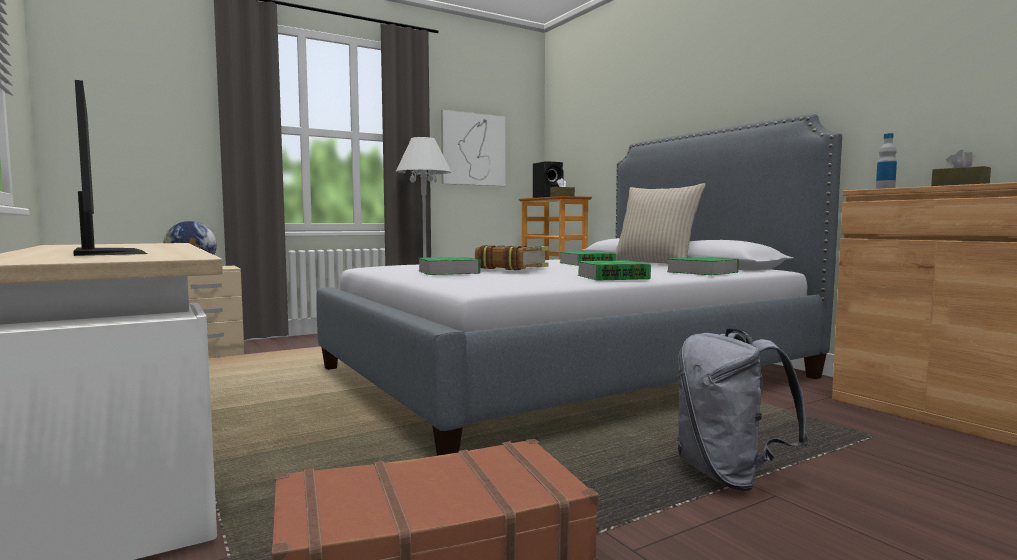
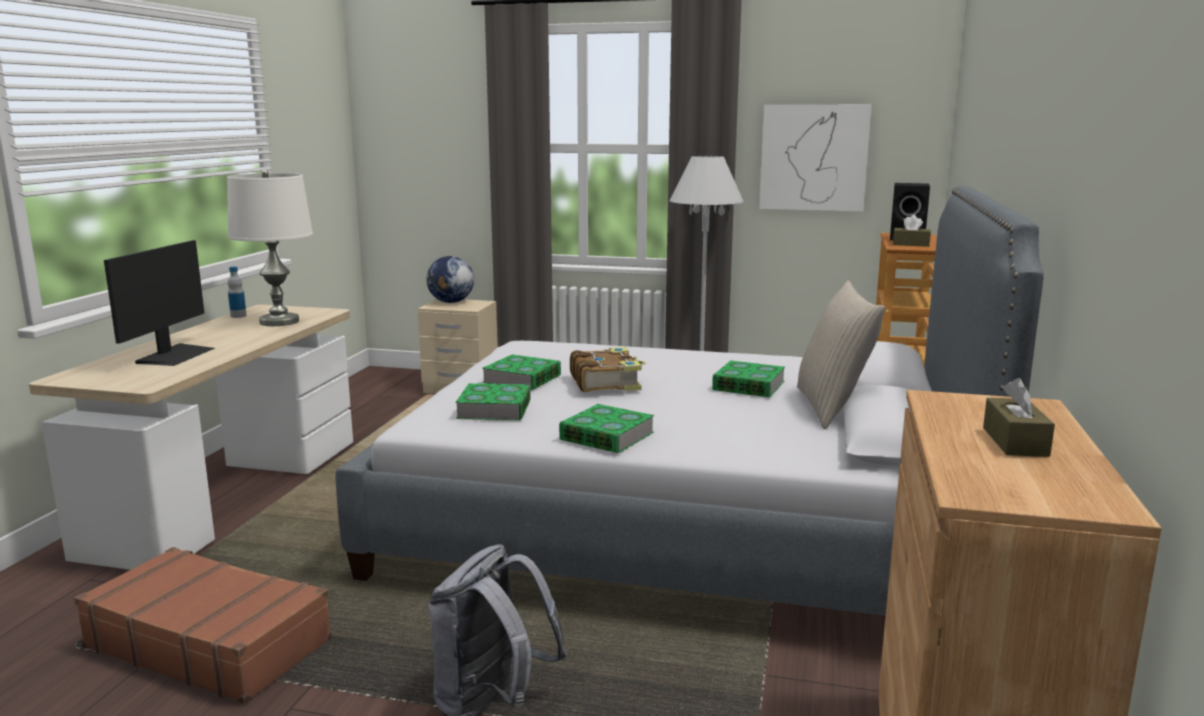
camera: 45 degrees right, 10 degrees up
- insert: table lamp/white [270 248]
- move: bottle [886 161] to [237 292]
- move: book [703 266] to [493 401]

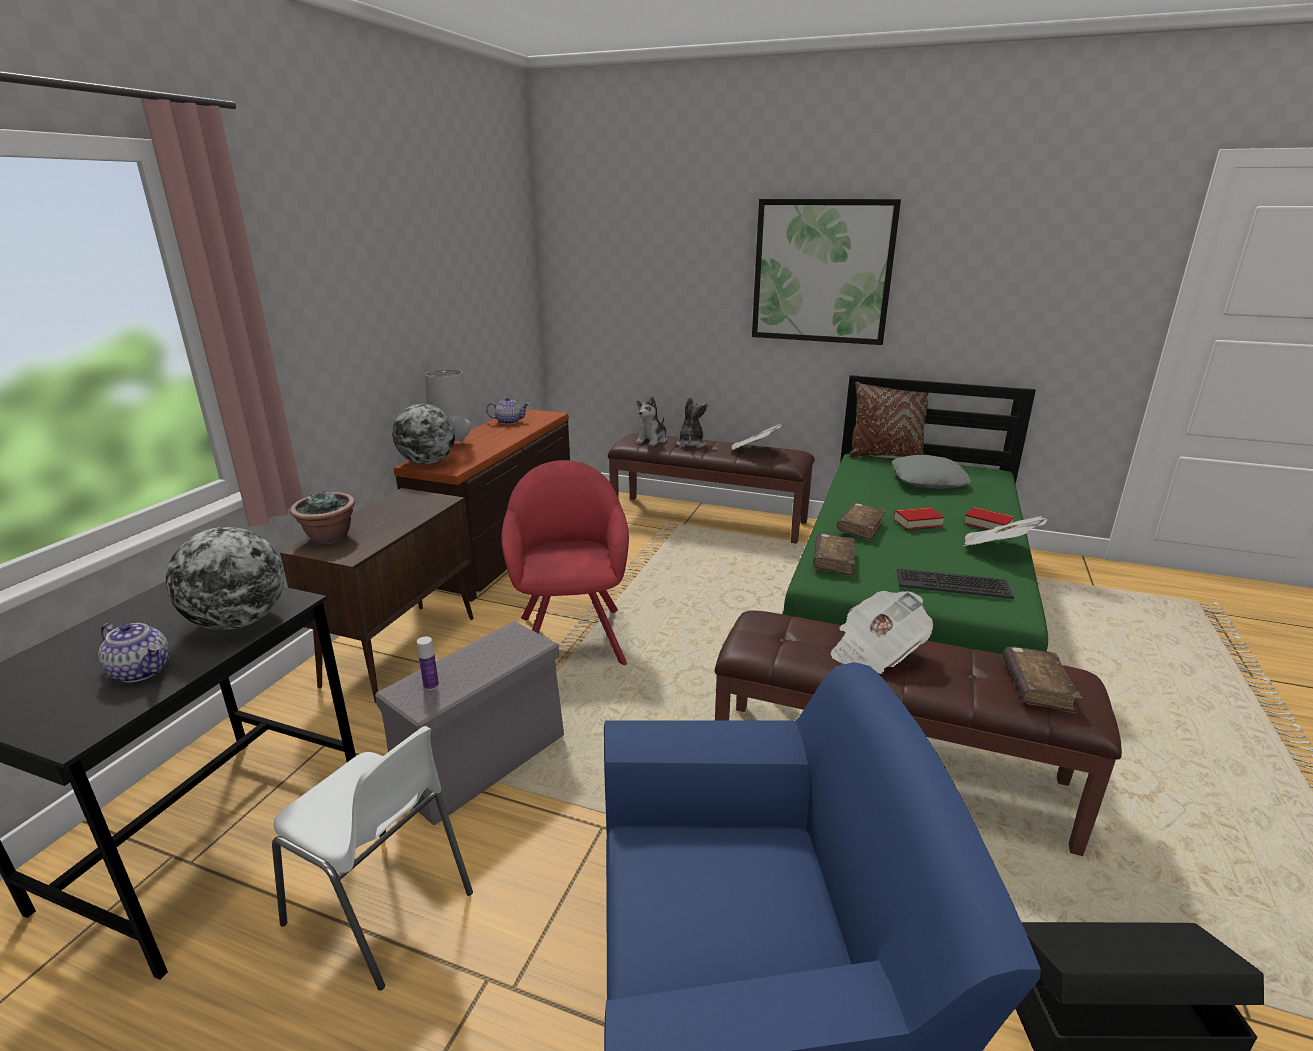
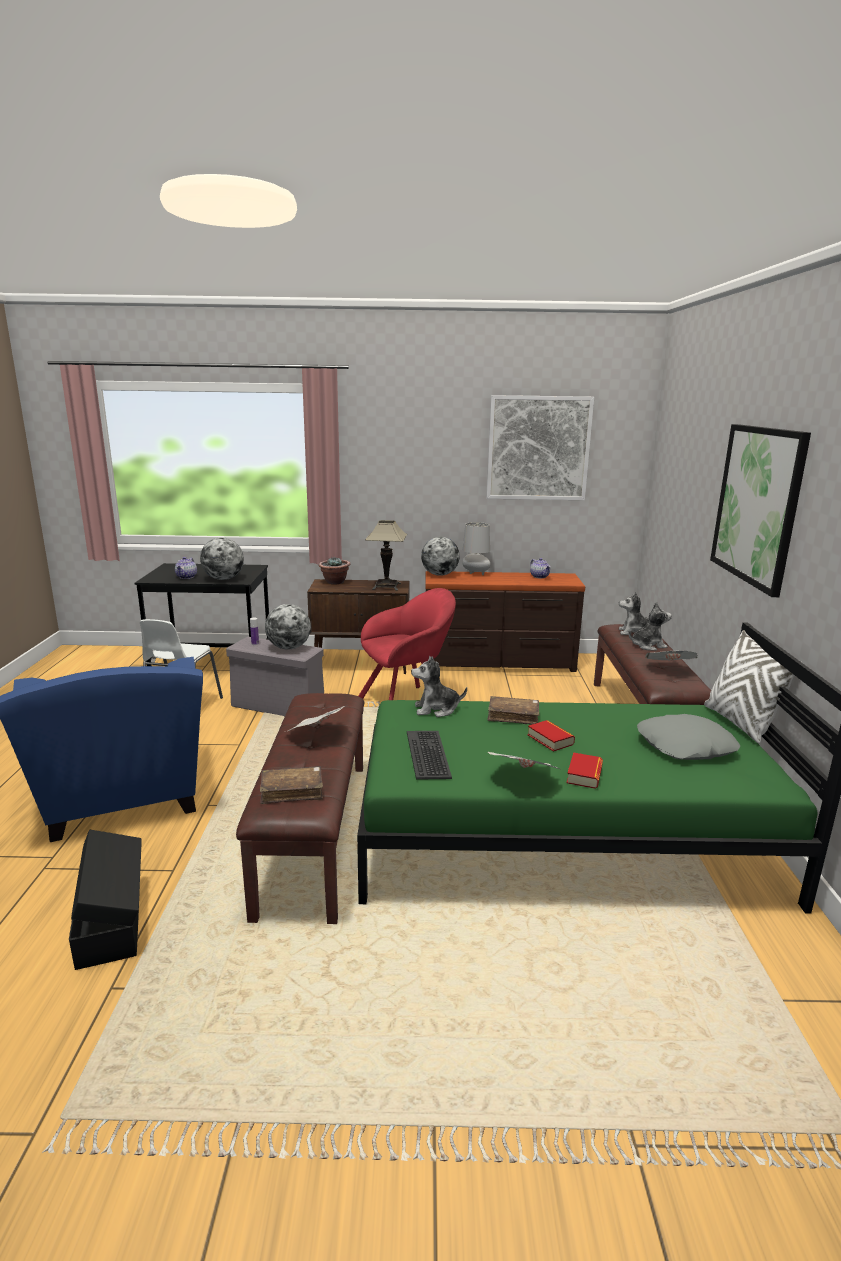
camera: 70 degrees right, 5 degrees down
- insert: globe [288 626]
- insert: table lamp [386 555]
- replace: book/brown [834 555] to plush toy [439 686]
- insert: picture [540 447]
- recolor: pillow/brown [888 419] to pillow/white [752 686]

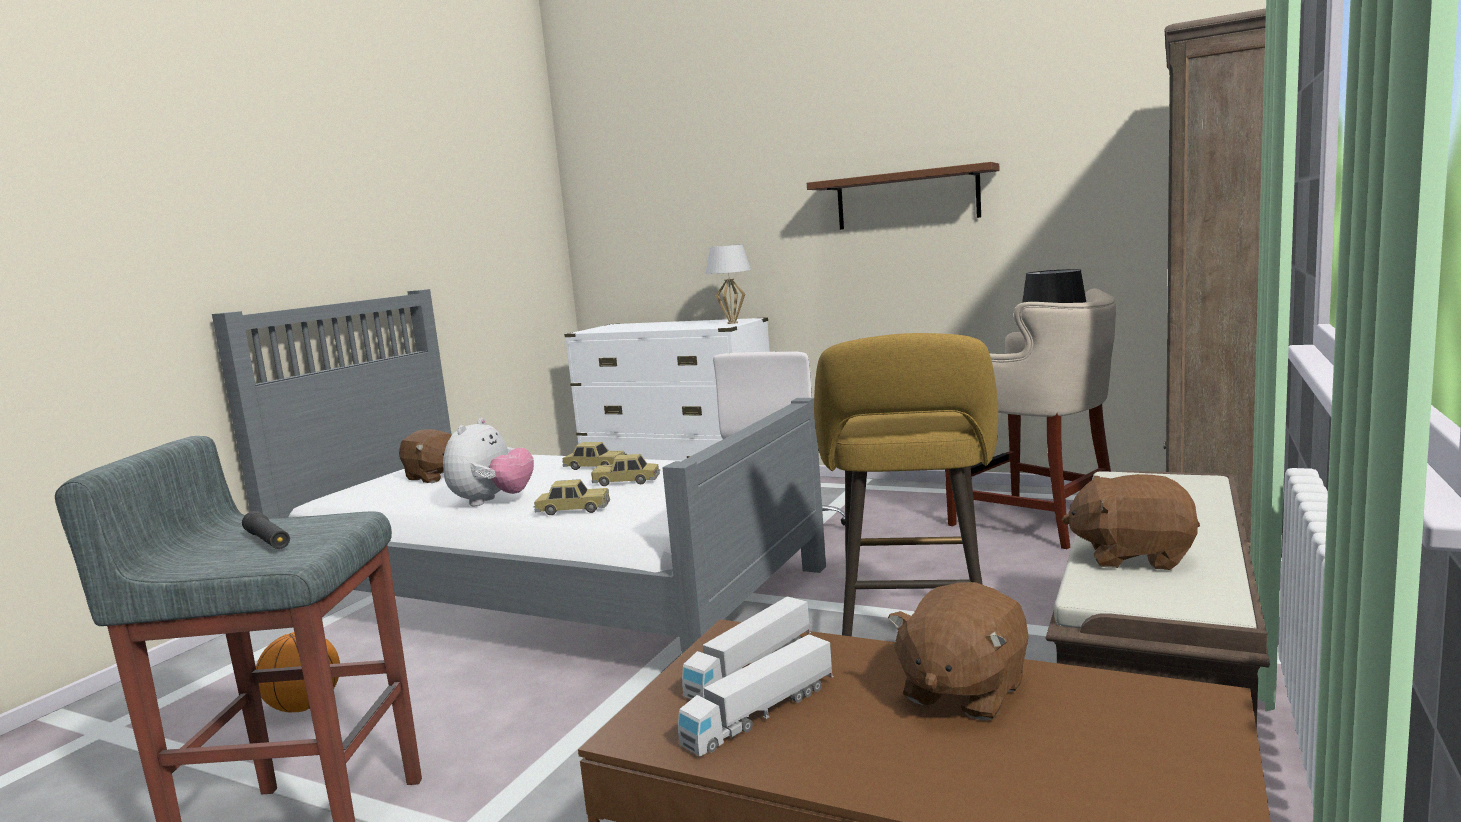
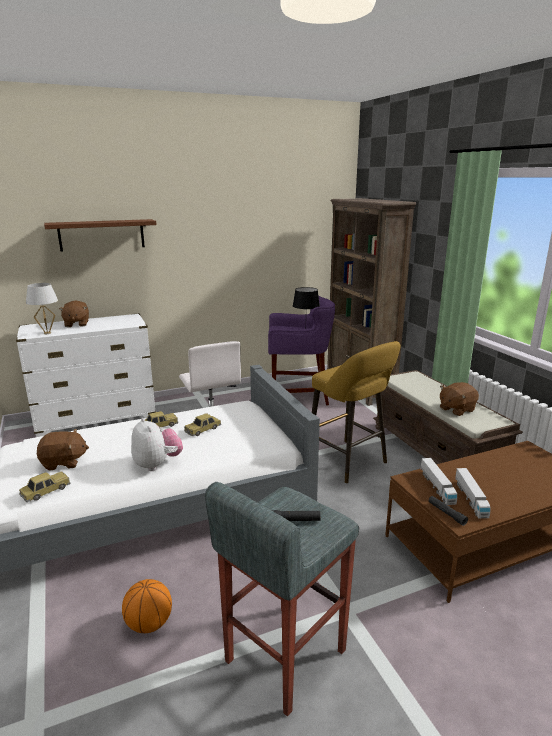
camera: 50 degrees left, 10 degrees up
- move: toy car [571 497] to [45 486]
- move: table lamp/white [728 284] to [42 308]
- move: shelf/brown [903 196] to [100 235]
- move: plush toy/brown [958 651] to [74 314]
- recolor: stool/beige [1030 418] to stool/purple [301 350]
- insert: flashlight/black [448 511]

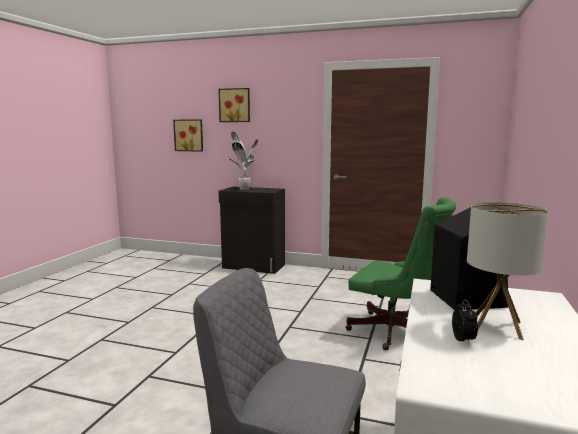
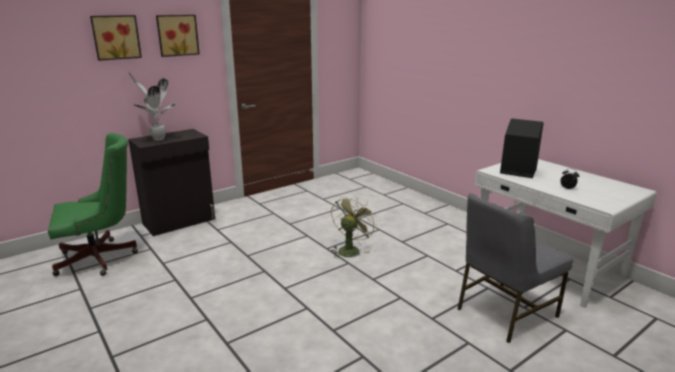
camera: 55 degrees left, 10 degrees up
- move: office chair/green [400 273] to [93 204]
- move: picture [188 136] to [178 36]
- insert: fan/green [354 226]
- delete: table lamp [508 271]

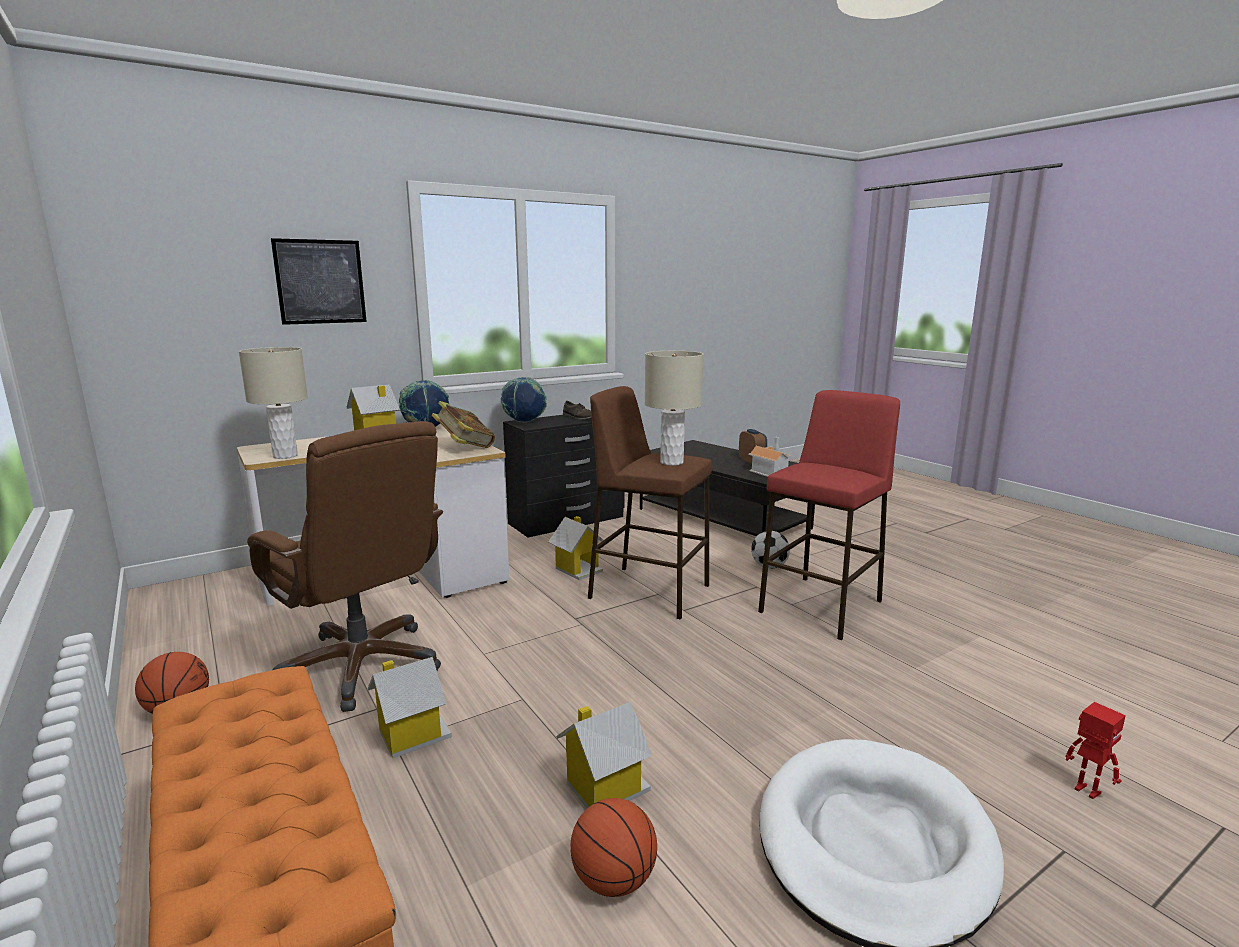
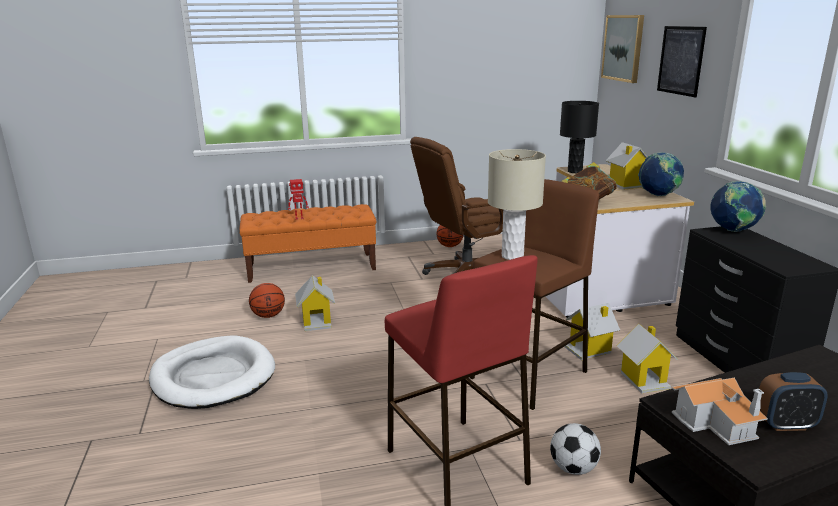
camera: 110 degrees right, 5 degrees up
- move: toy robot [1096 750] to [298 199]
- recolor: table lamp/beige [273 403] to table lamp/black [579 137]
- insert: picture [622 49]
- move: toy house [410 707] to [647 358]
- delete: shoe/brown [577 410]

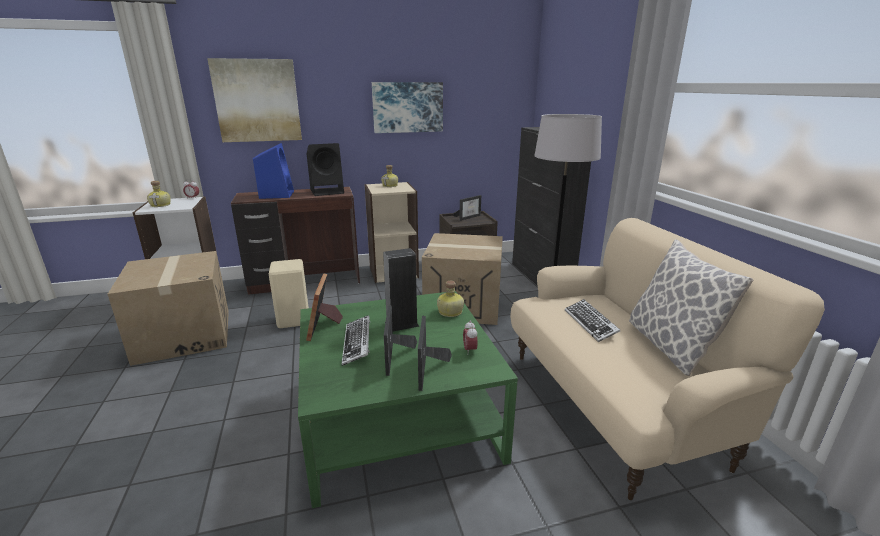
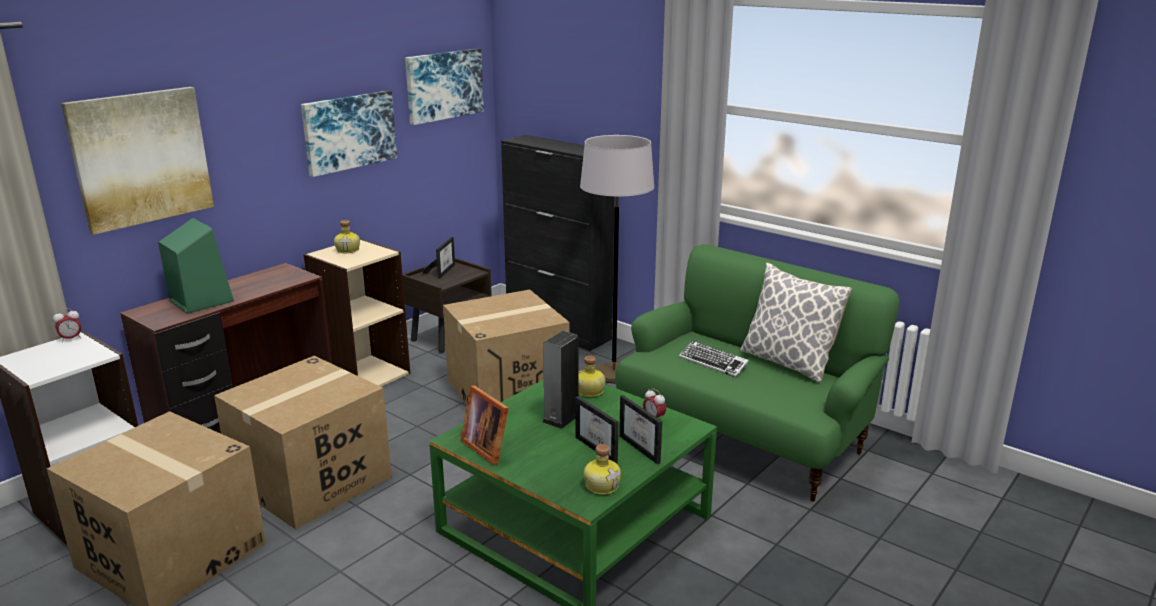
camera: 35 degrees left, 0 degrees up
- recolor: speaker/blue [273 171] to speaker/green [196 266]
- replace: stool/beige [289 293] to cardboard box [303 442]
- insert: picture [444 87]
- move: bottle [159 194] to [602 469]
- recolor: sofa/beige [667 359] to sofa/green [757 373]
- delete: speaker/black [325 169]
- delete: keyboard [356 340]

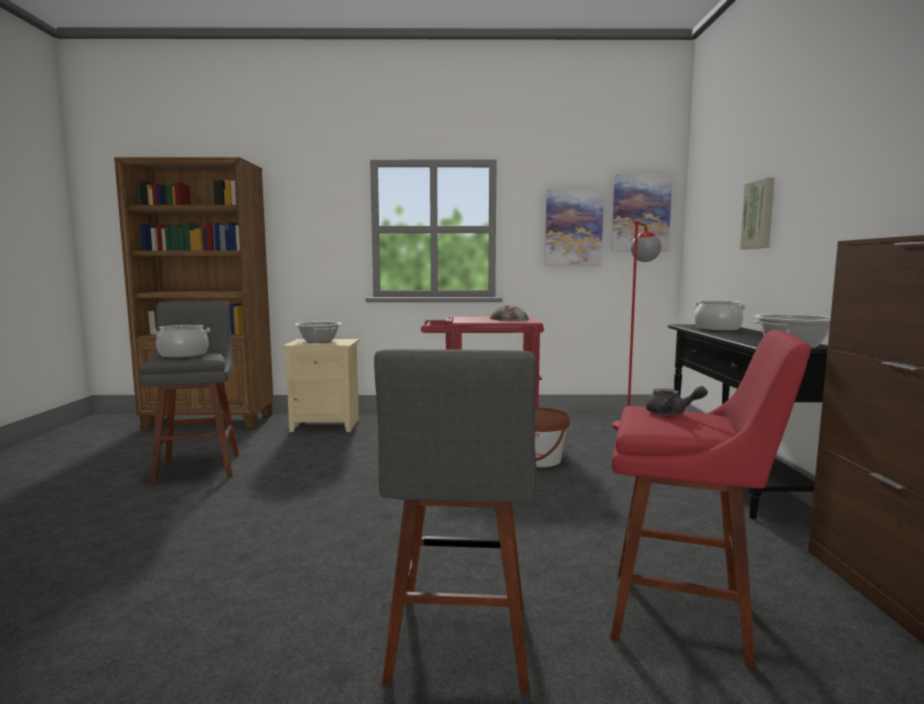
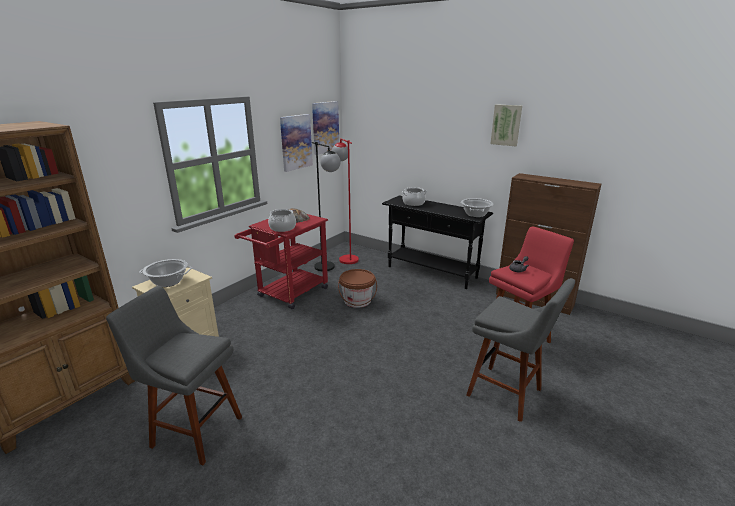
camera: 55 degrees left, 15 degrees up
- move: cooking pot [181 341] to [282 220]
- insert: floor lamp/black [326 206]
- move: picture [757 213] to [506 125]

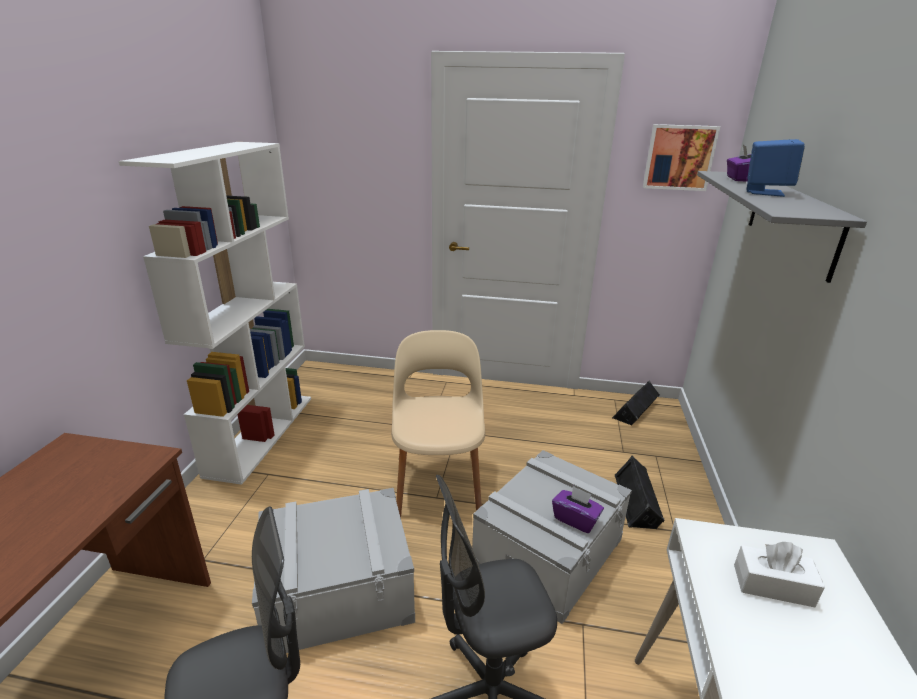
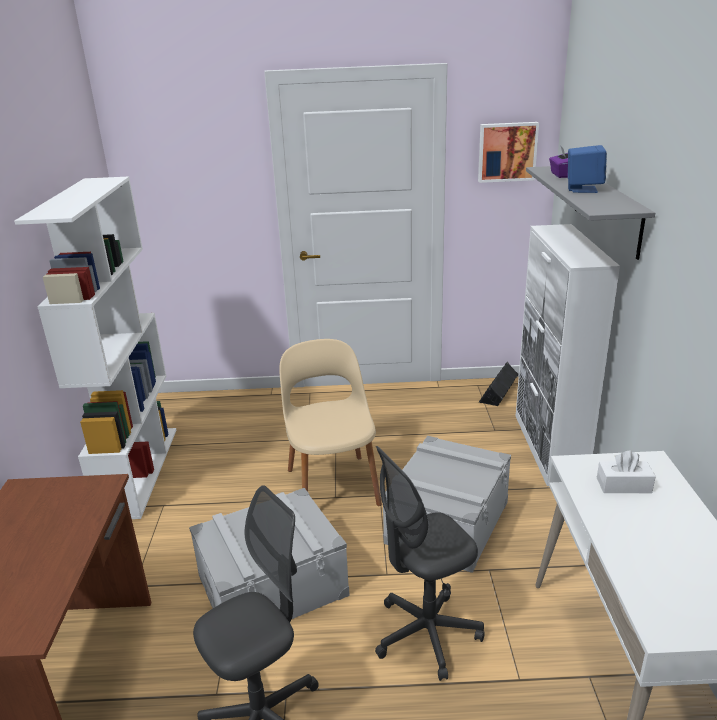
camera: 10 degrees left, 0 degrees up
- insert: cabinet/white [568 355]
- delete: tissue box/purple [578 509]
- delete: speaker/black [640 492]

